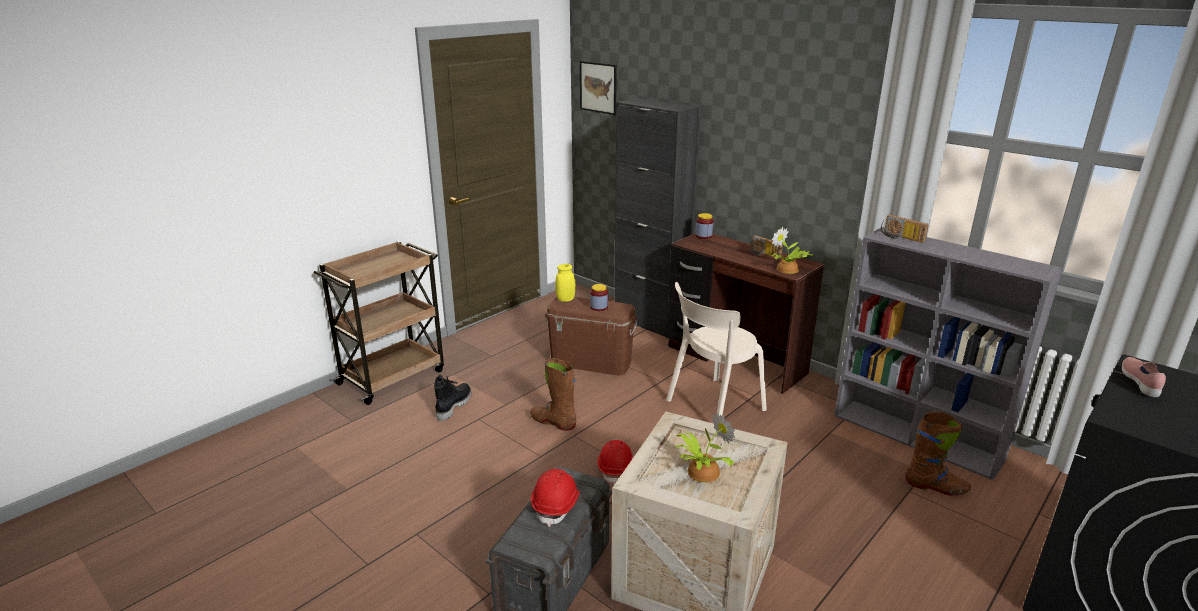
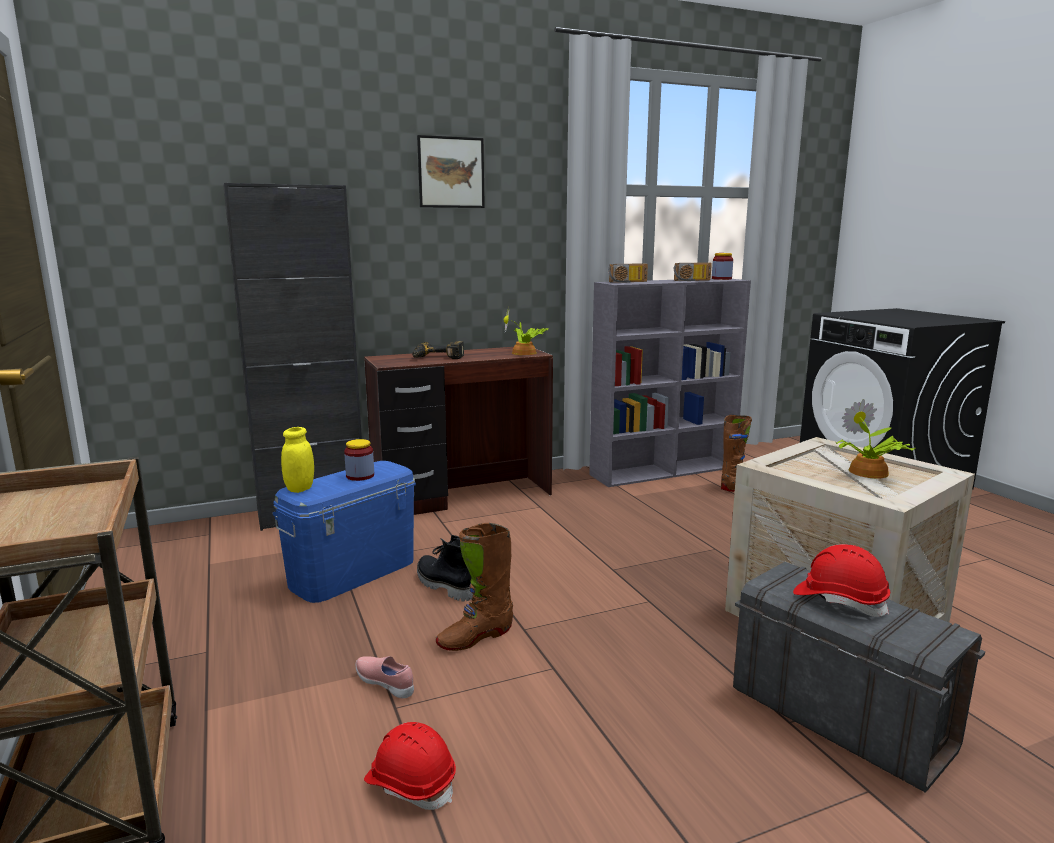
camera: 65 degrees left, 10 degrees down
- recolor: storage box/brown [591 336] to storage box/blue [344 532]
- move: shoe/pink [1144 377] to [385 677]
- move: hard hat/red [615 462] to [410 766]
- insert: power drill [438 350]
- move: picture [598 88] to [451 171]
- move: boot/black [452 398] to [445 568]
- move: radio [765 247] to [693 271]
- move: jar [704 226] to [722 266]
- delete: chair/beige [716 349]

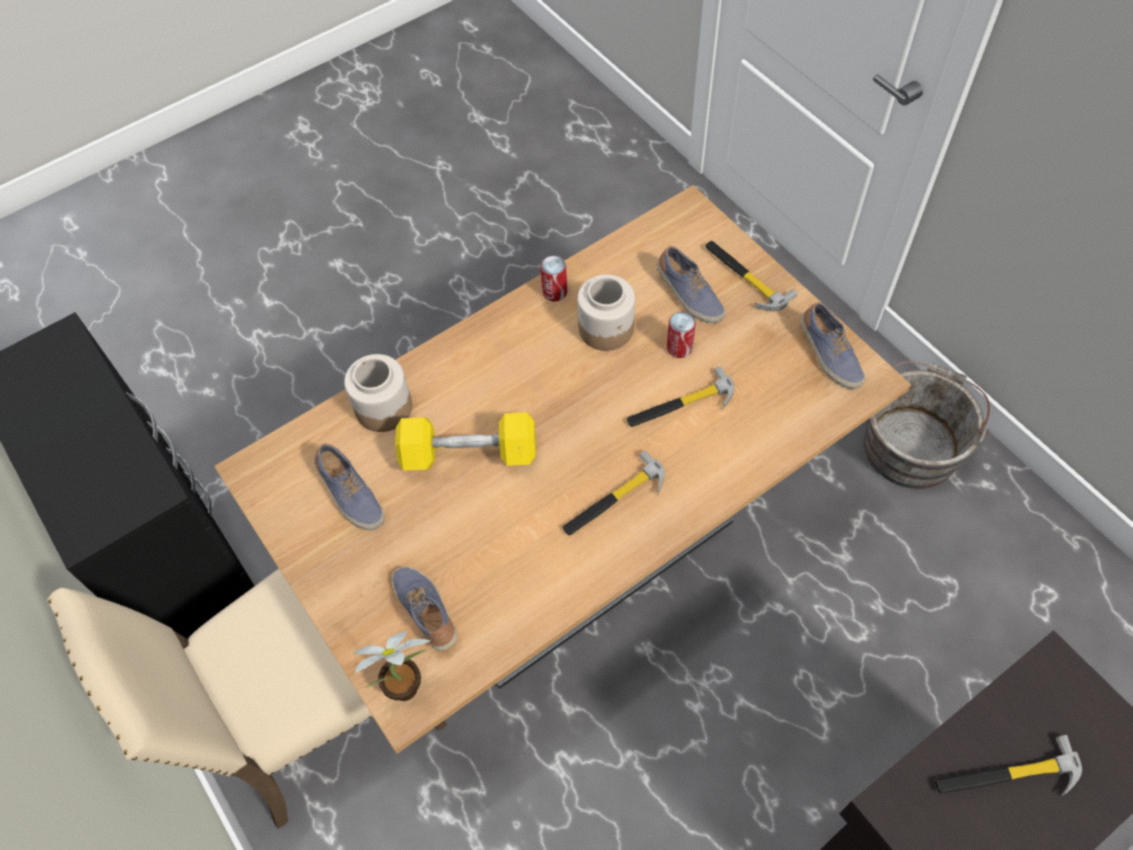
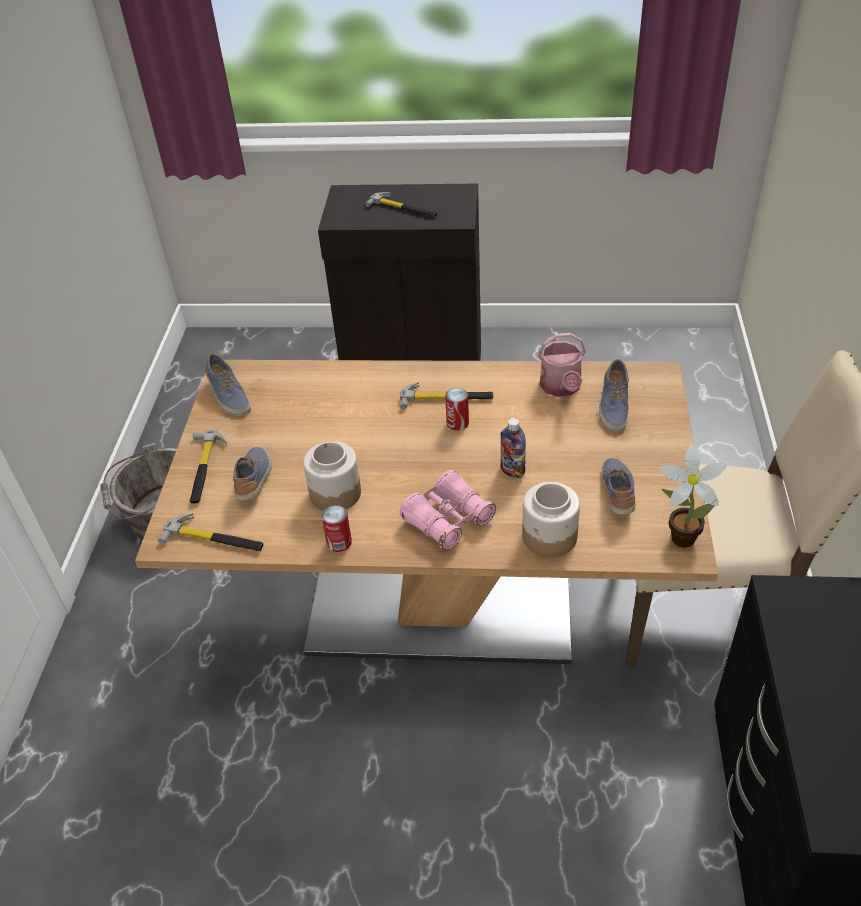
camera: 140 degrees left, 15 degrees down
- move: hammer [680 397] to [211 532]
- rotate: shoe [833 345] = [228 384] 135 degrees clockwise
- insert: binoculars/pink [447 510]
- move: can [681 335] to [457 409]
- replace: dumbbell/yellow [465 441] to bottle [513 448]
- insert: watering can [562 364]
- move: potted plant [391 666] to [693 496]

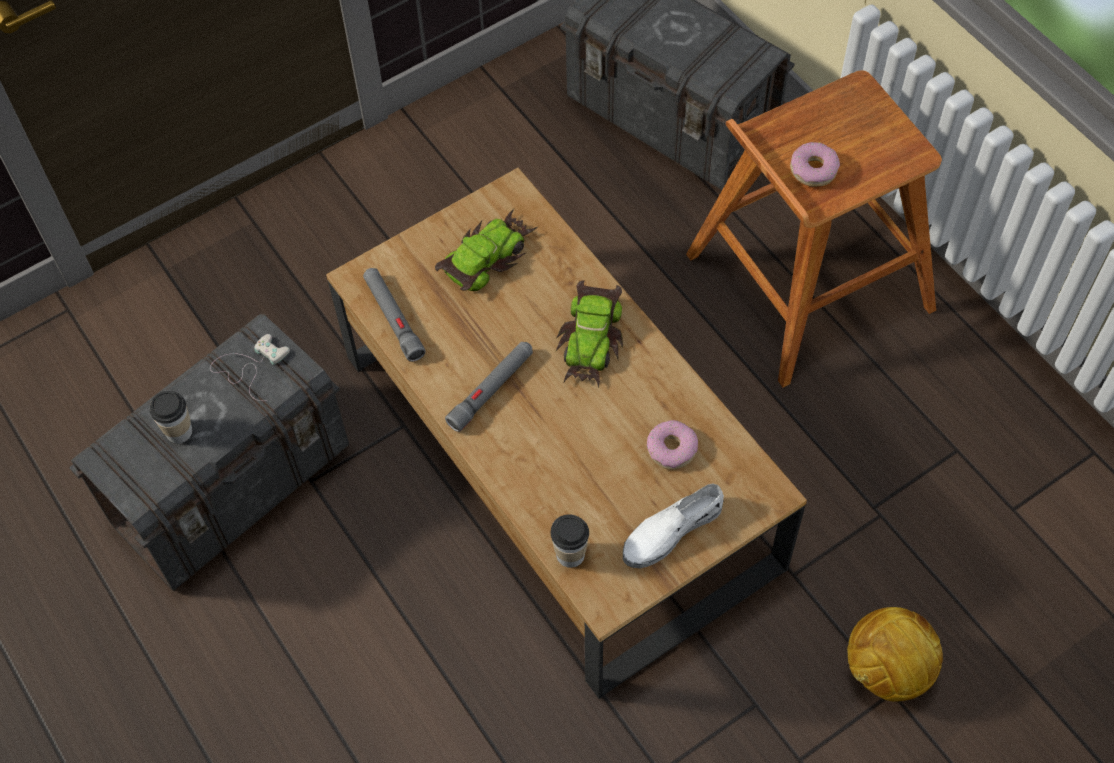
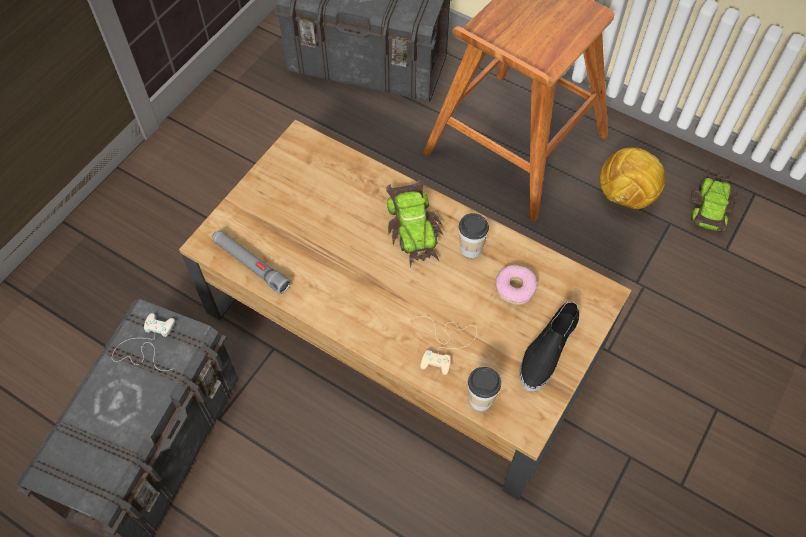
camera: 25 degrees left, 0 degrees up
- insert: game controller/beige [445 345]
- move: cup [171 417] to [474 235]
- recolor: shoe/white [673 525] to shoe/black [549 346]
- move: football [895 654] to [632 178]
- move: toy car [487 250] to [714 200]
- delete: flashlight/grey [489 387]
- delete: donut [815 164]

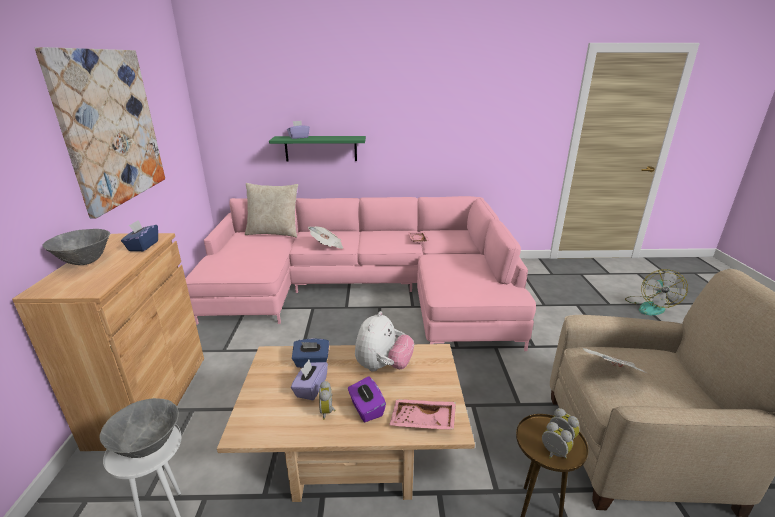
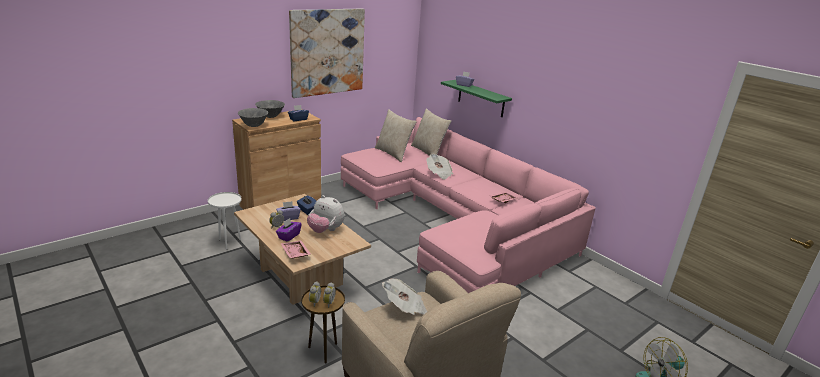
camera: 50 degrees right, 0 degrees up
- move: bowl/grey [139 428] to [253 117]
- rotate: plush toy [384 341] = [326 214] 45 degrees clockwise
- insert: pillow/beige [396 136]

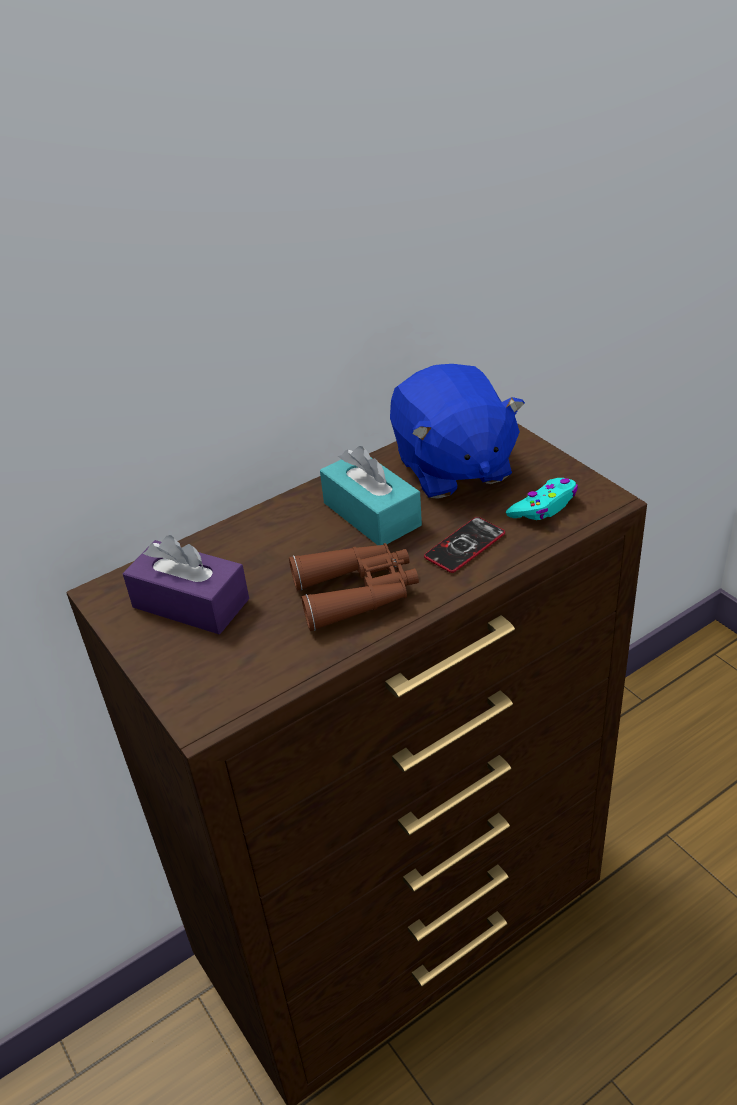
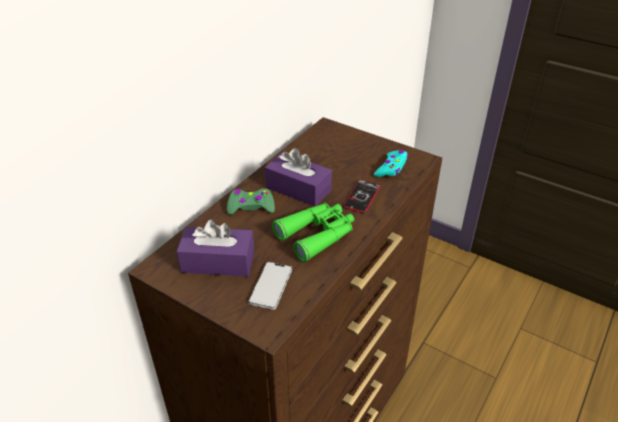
camera: 25 degrees left, 0 degrees up
- insert: game controller/green [251 201]
- insert: phone [270 286]
- recolor: tissue box/turquoise [371 495] to tissue box/purple [298 177]
- recolor: binoculars/brown [354 587] to binoculars/green [313 232]
- delete: plush toy/blue [457 431]

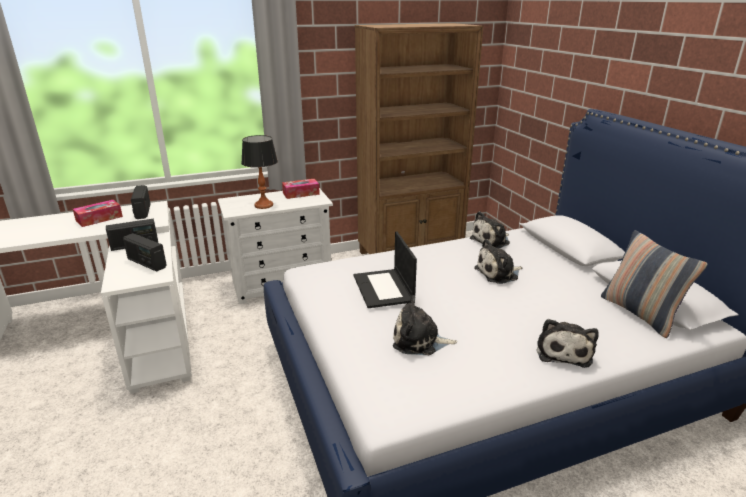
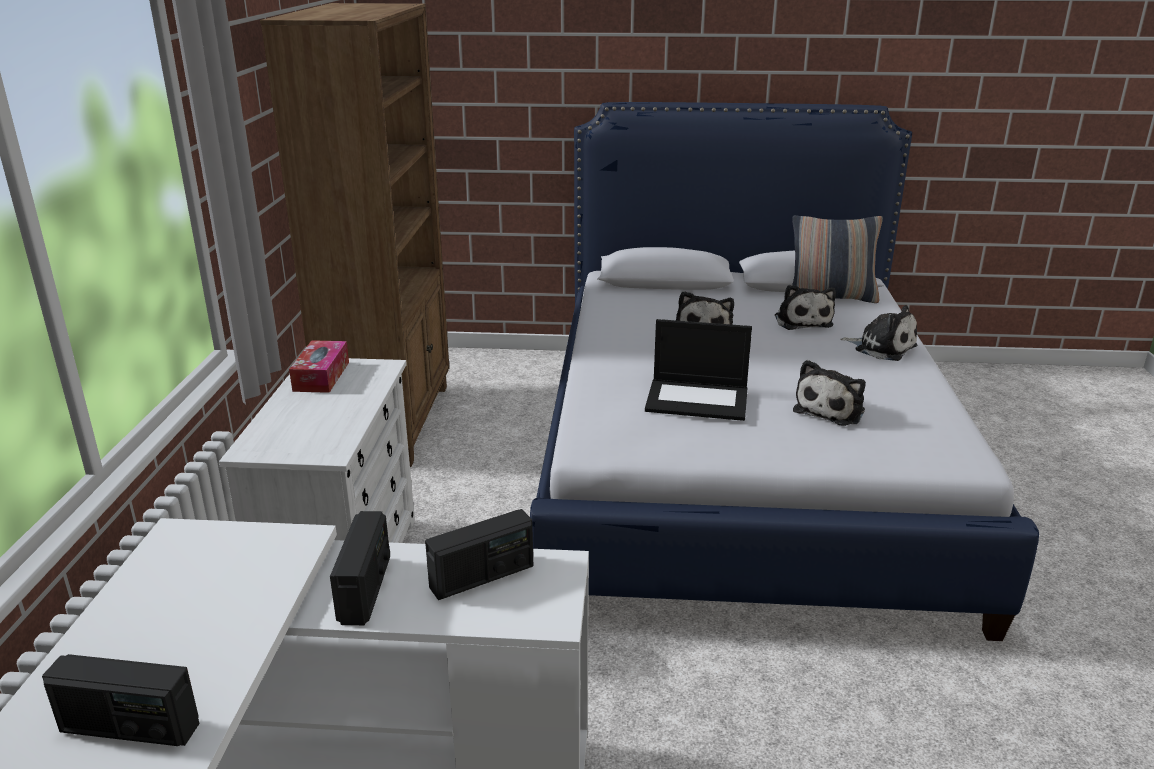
camera: 65 degrees left, 0 degrees up
- move: radio [141 202] to [120 700]
- move: plush toy [490 230] to [805 307]
- delete: tissue box [98 213]
- delete: table lamp [259 172]

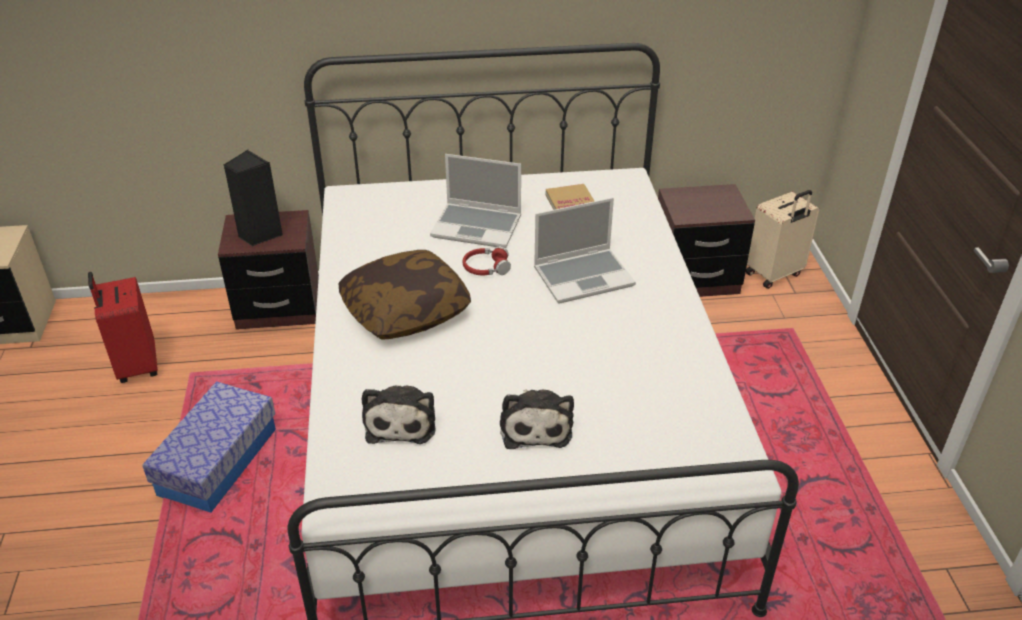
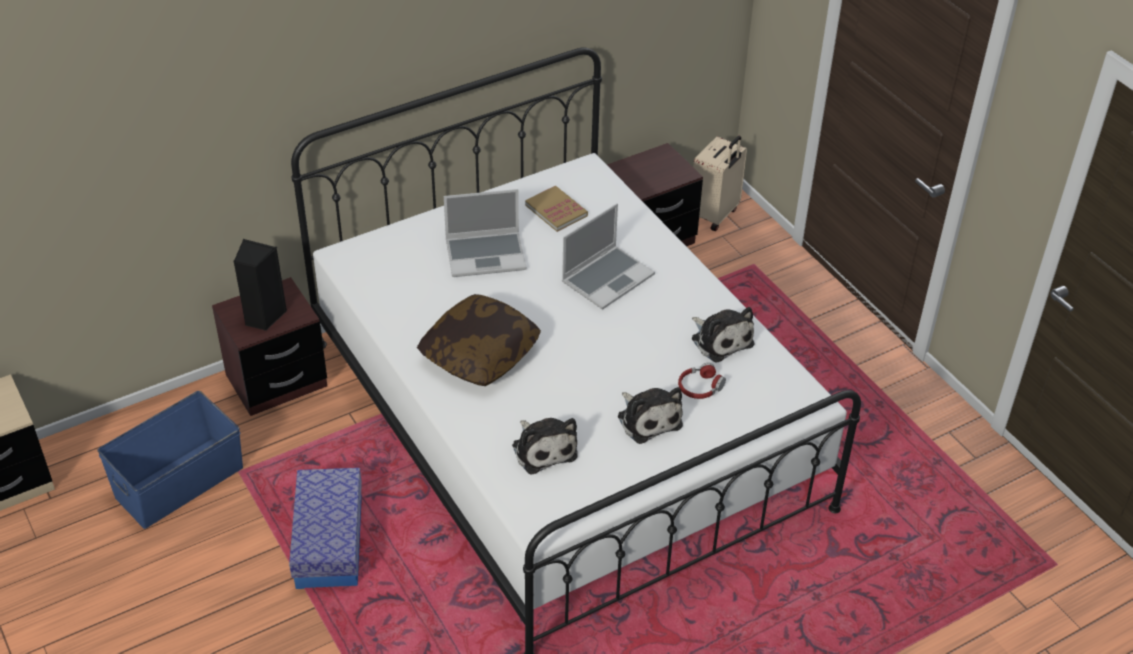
camera: 25 degrees left, 5 degrees up
- replace: suitcase/red [123 327] to storage box/blue [170 460]
- move: headphones/red [487 260] to [702 381]
- insert: plush toy [723 335]

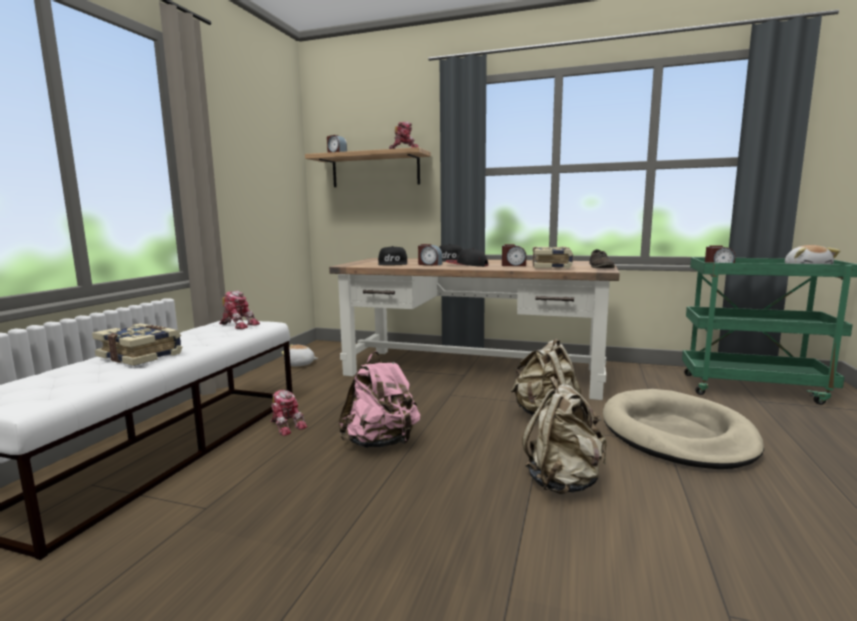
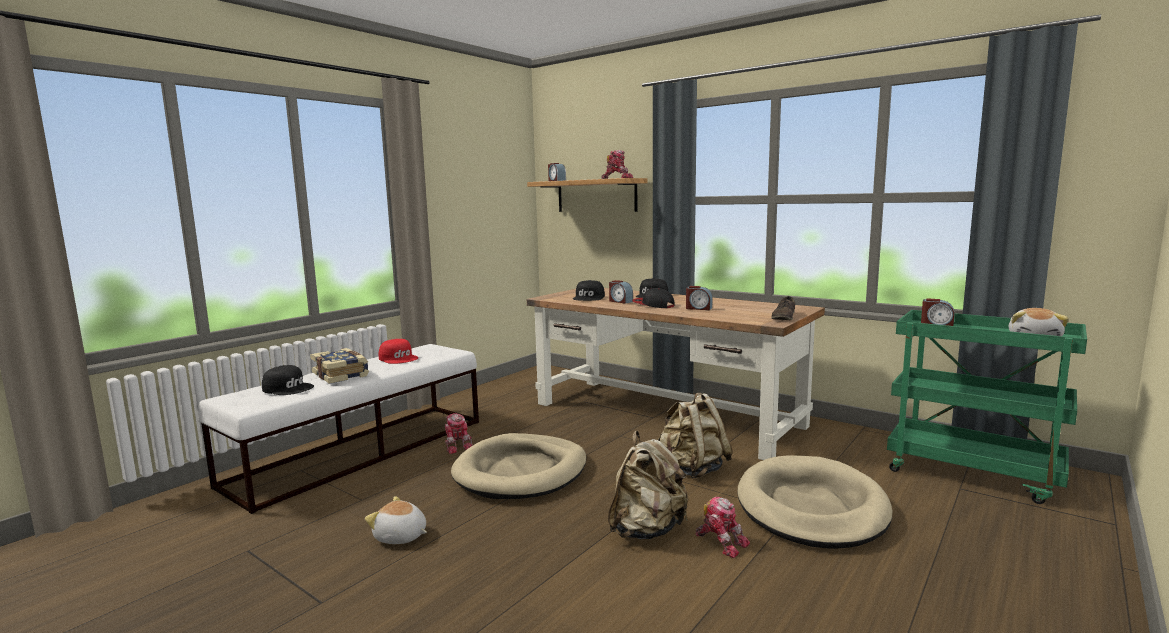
camera: 20 degrees right, 0 degrees up
- insert: cap/black [288 380]
- move: plush toy [299 355] to [396 520]
- insert: cap/red [398 351]
- replace: backpack/pink [379 399] to dog bed/beige [518 466]
- move: toy robot [239 309] to [722 527]
- delete: book [552 257]

